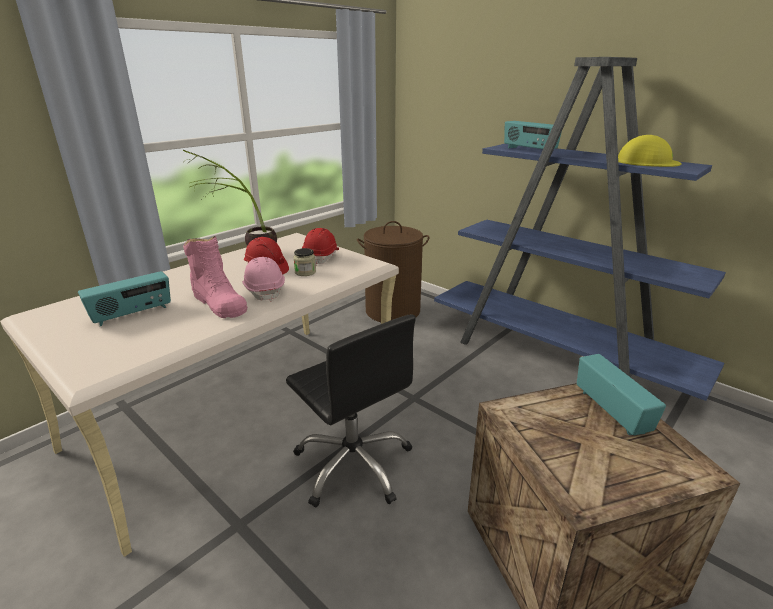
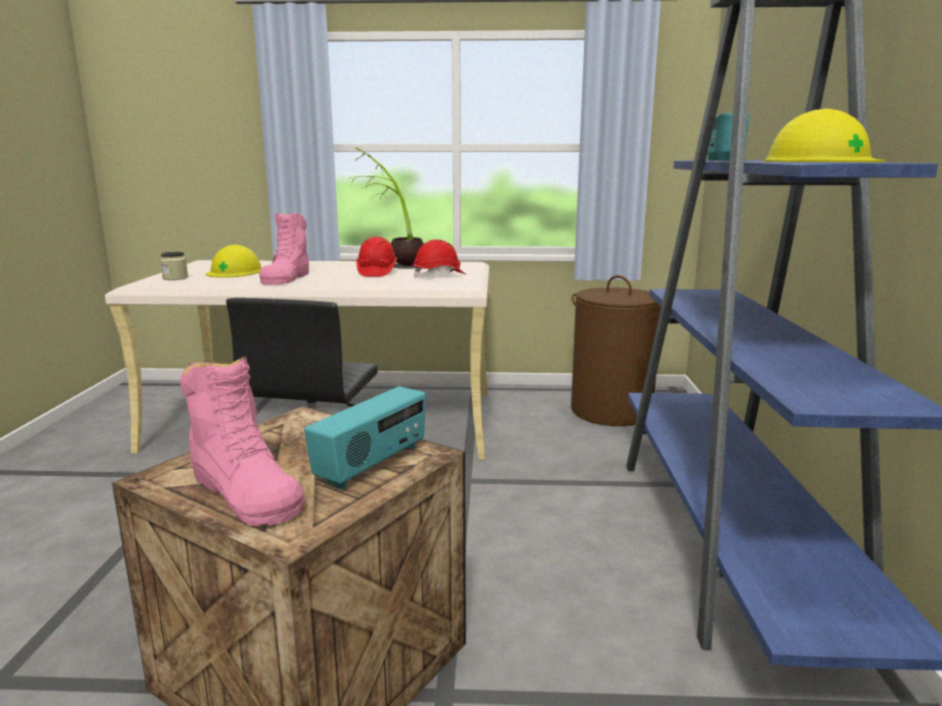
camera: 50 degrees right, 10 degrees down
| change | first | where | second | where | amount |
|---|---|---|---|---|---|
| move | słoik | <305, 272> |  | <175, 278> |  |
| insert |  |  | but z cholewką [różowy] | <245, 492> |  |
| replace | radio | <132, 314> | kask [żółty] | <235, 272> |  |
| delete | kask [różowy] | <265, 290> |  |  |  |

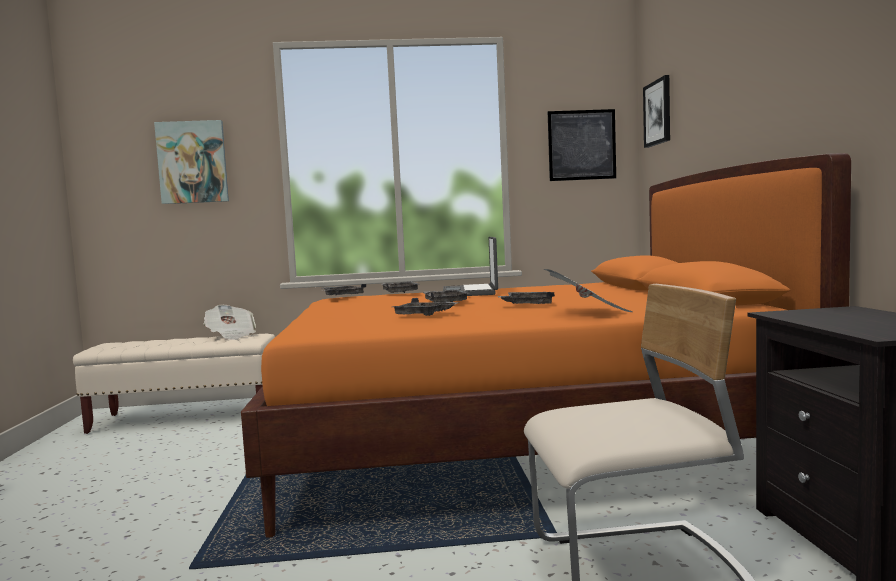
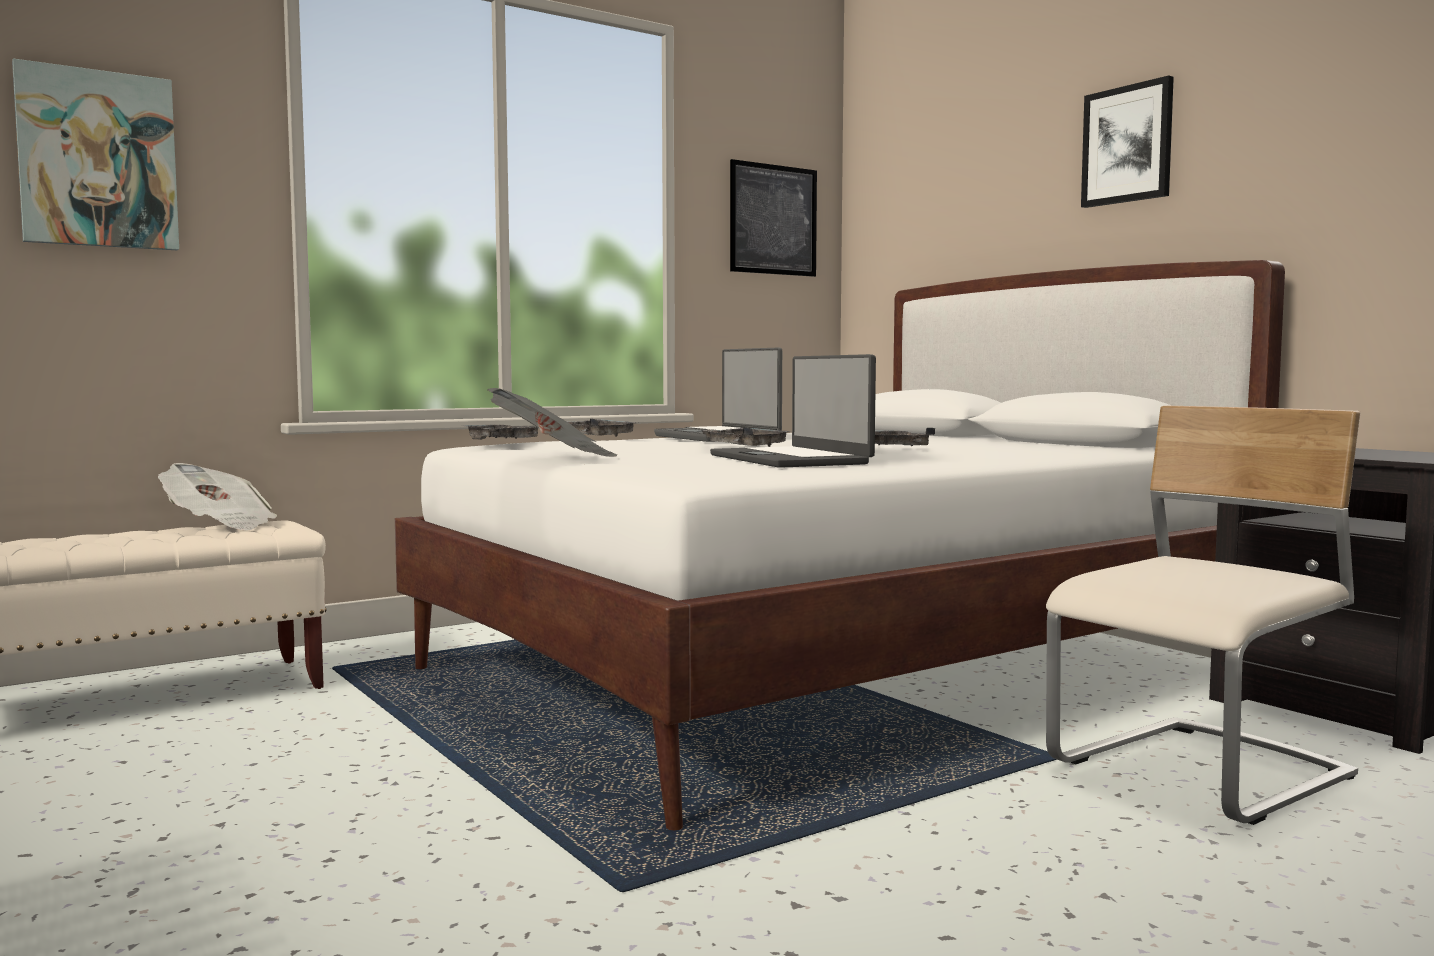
camera: 30 degrees left, 0 degrees up
| change | first | where | second | where | amount |
|---|---|---|---|---|---|
| recolor | łóżko [pomarańczowy] | <518, 445> | łóżko [biały] | <830, 671> |  |
| move | gazeta | <588, 313> |  | <553, 458> |  |
| replace | taca [szary] | <424, 315> | laptop | <790, 459> |  |
| move | obraz | <658, 113> |  | <1127, 144> |  |

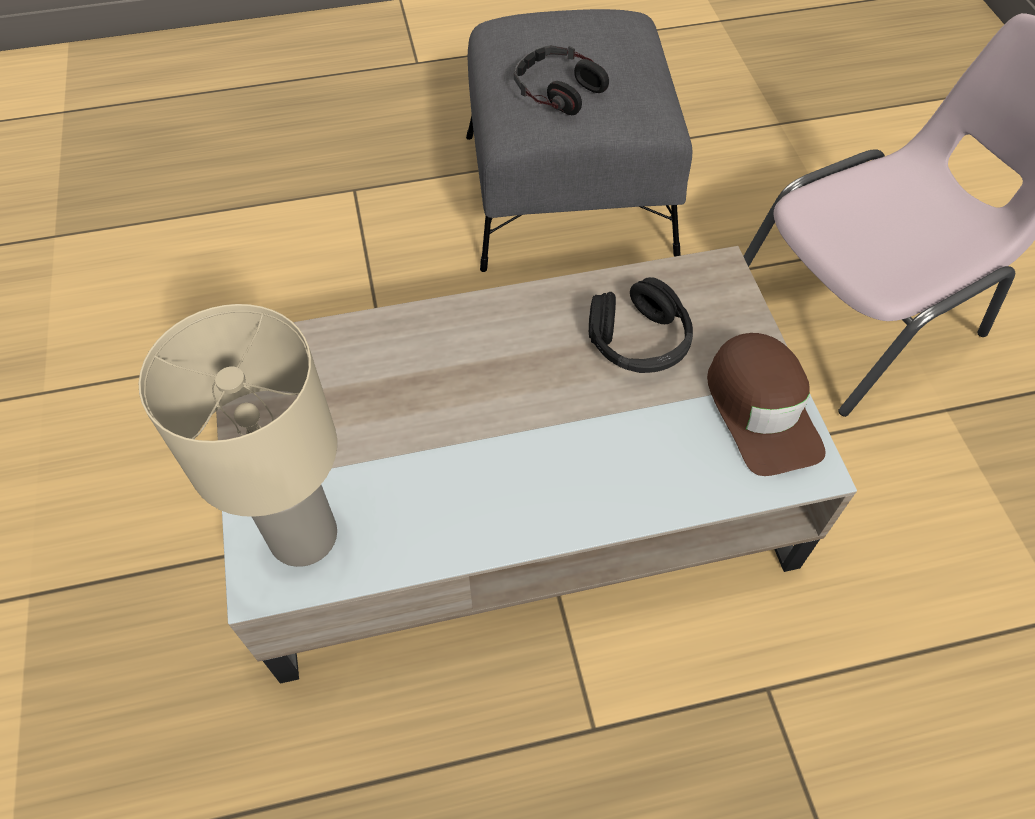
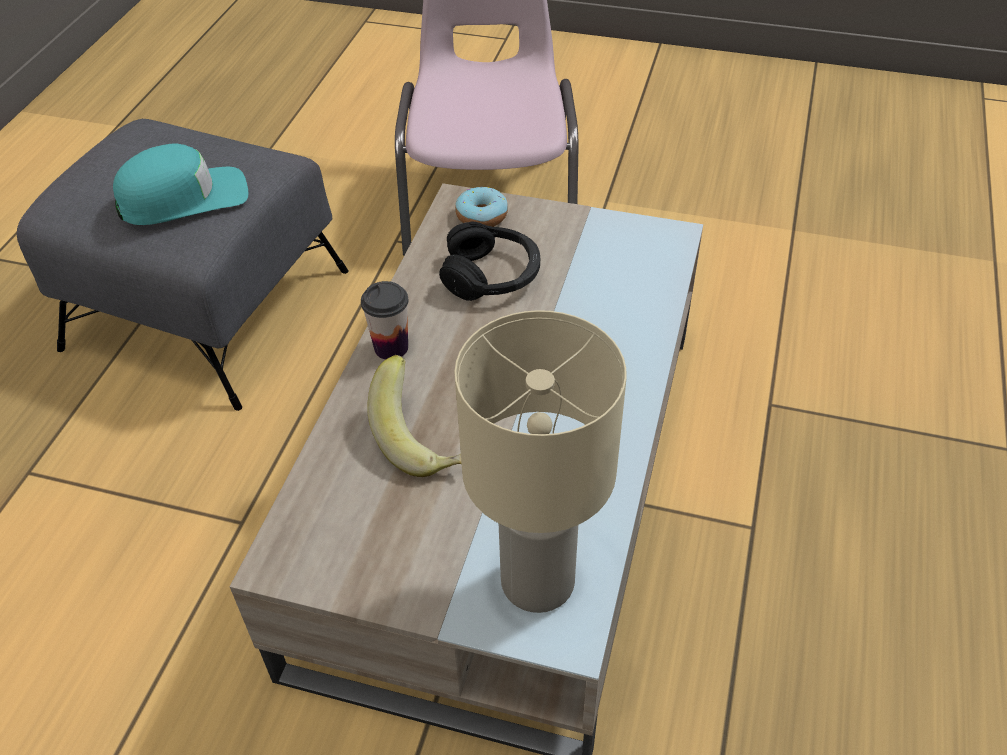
camera: 60 degrees left, 10 degrees down
| change | first | where | second | where | amount |
|---|---|---|---|---|---|
| replace | słuchawki | <558, 90> | czapka z daszkiem [turkusowy] | <183, 198> |  |
| insert |  |  | filiżanka | <391, 347> |  |
| insert |  |  | banan | <422, 439> |  |
| insert |  |  | donut | <482, 216> |  |
| delete | czapka z daszkiem [brązowy] | <761, 410> |  |  |  |

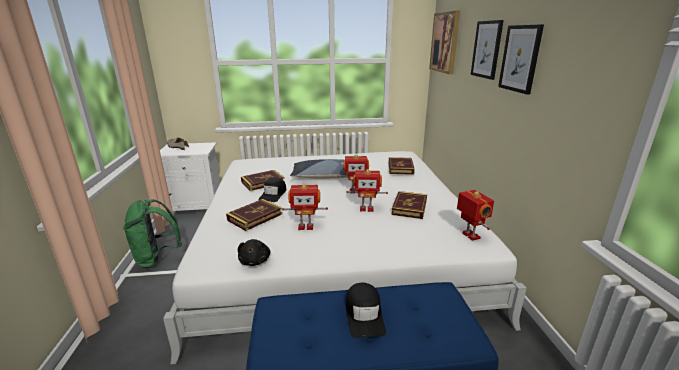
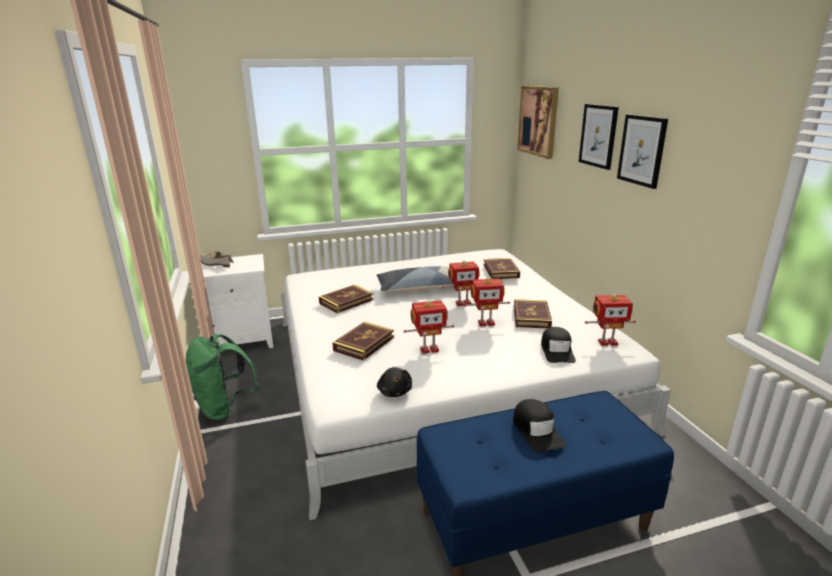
camera: 10 degrees left, 0 degrees up
| change | first | where | second | where | amount |
|---|---|---|---|---|---|
| move | czapka z daszkiem [czarny] | <273, 194> |  | <557, 351> |  |
| rotate | robot zabawkowy | <470, 236> |  | <607, 342> | 120 degrees clockwise |

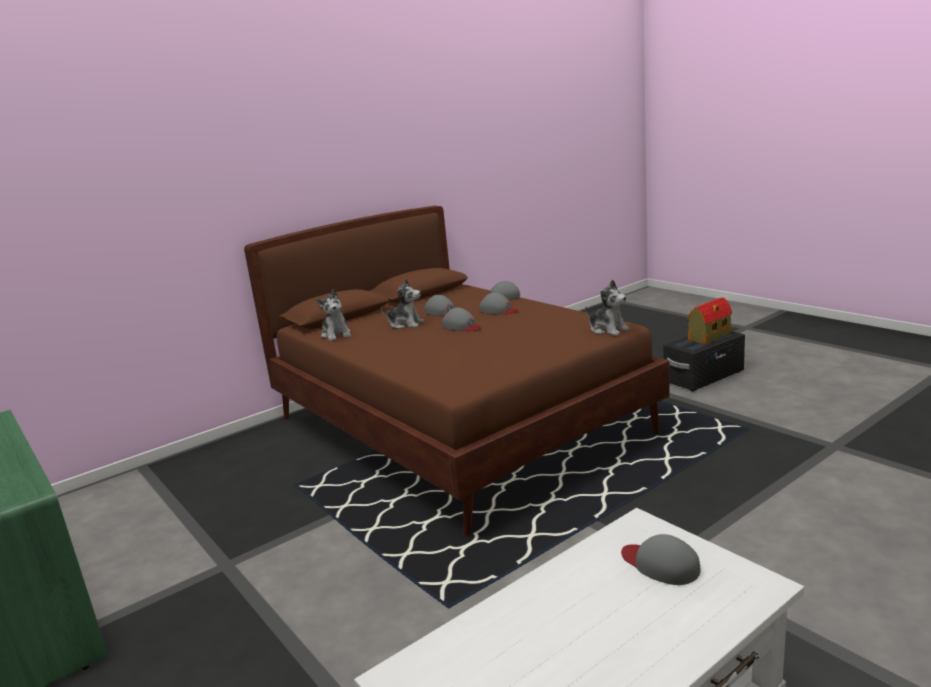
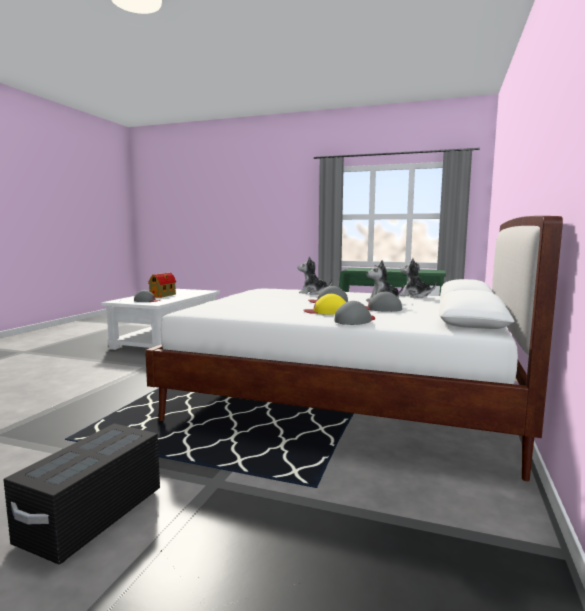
camera: 145 degrees right, 10 degrees down
| change | first | where | second | where | amount |
|---|---|---|---|---|---|
| recolor | łóżko [brązowy] | <458, 425> | łóżko [biały] | <345, 400> |  |
| move | domek | <708, 337> |  | <163, 295> |  |
| move | pluszak | <608, 330> |  | <313, 293> |  |
| recolor | czapka z daszkiem [szary] | <498, 310> | czapka z daszkiem [żółty] | <326, 312> |  |

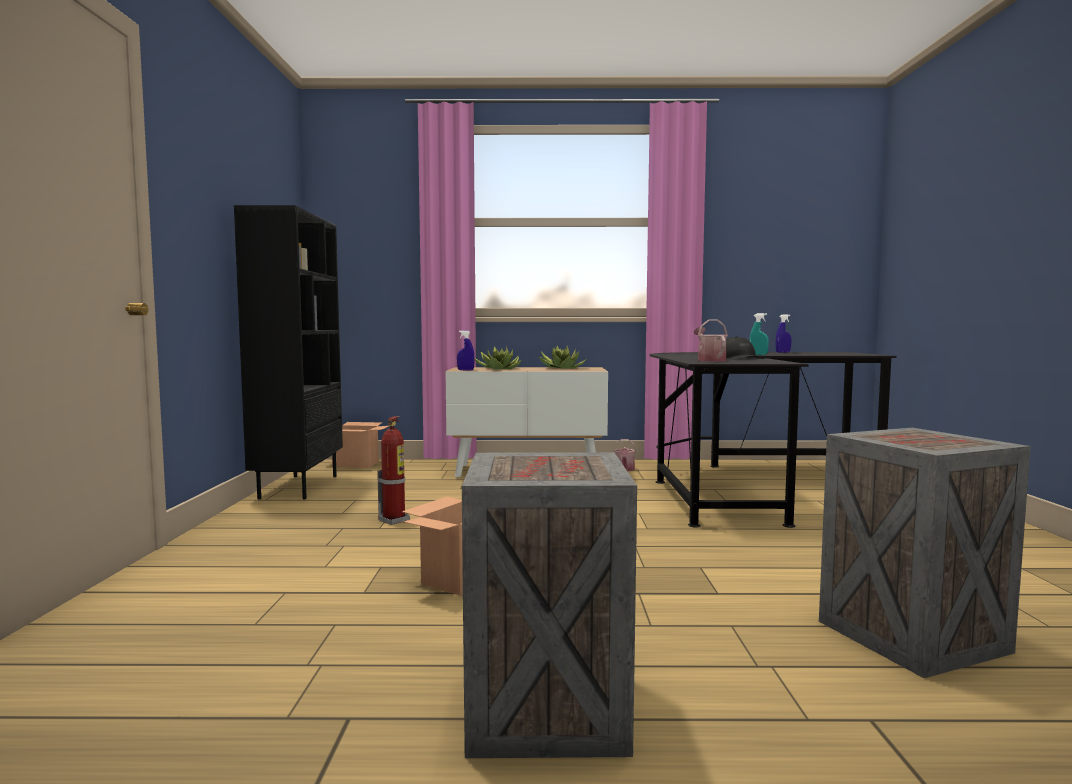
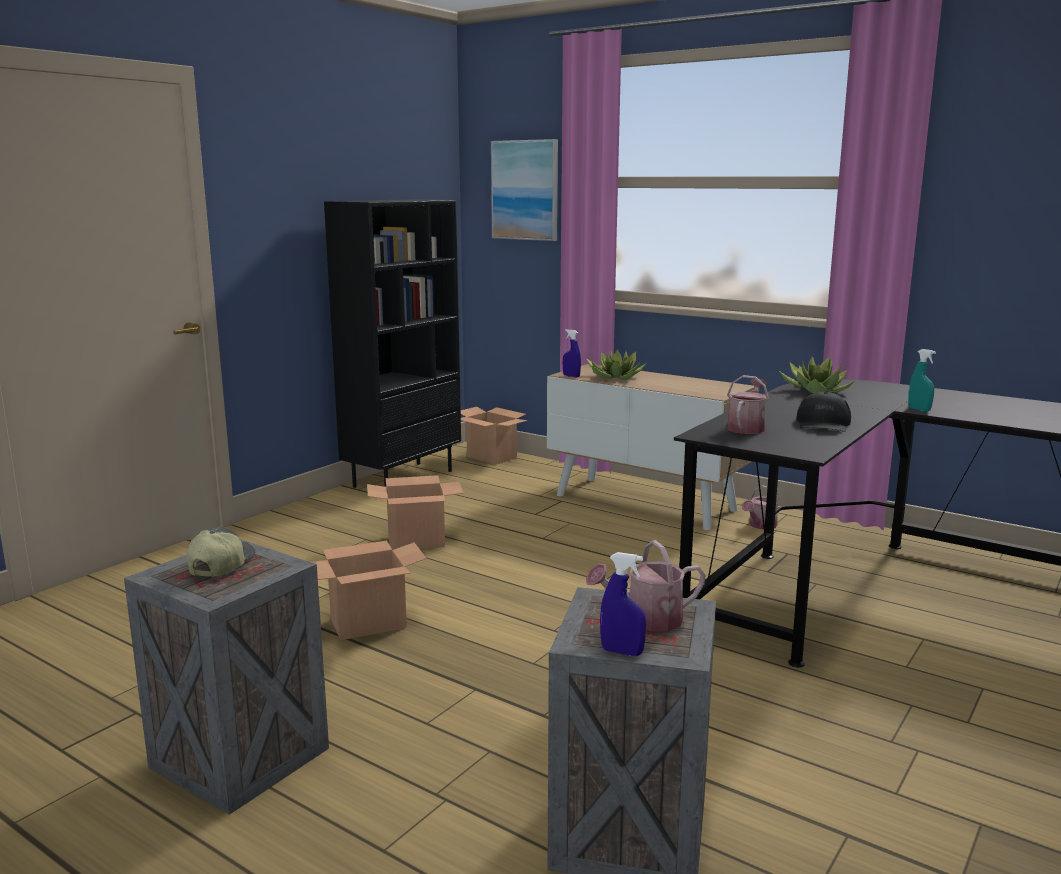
camera: 35 degrees right, 10 degrees up
| change | first | where | second | where | amount |
|---|---|---|---|---|---|
| insert |  |  | czapka z daszkiem | <221, 565> |  |
| replace | gaśnica | <394, 520> | karton | <417, 541> |  |
| insert |  |  | obraz | <525, 190> |  |
| insert |  |  | konewka | <646, 620> |  |
| move | spryskiwacz [niebieski] | <783, 352> |  | <622, 652> |  |
| move | roślina doniczkowa | <561, 368> |  | <816, 390> |  |

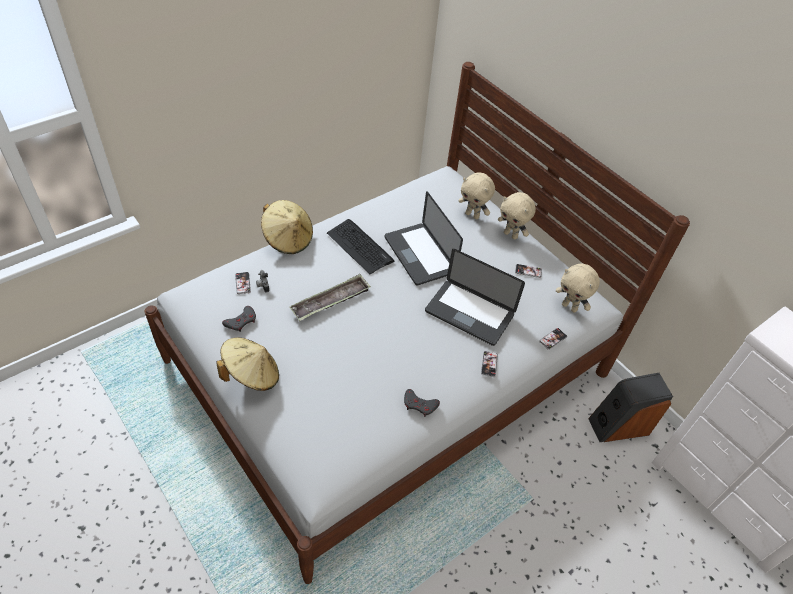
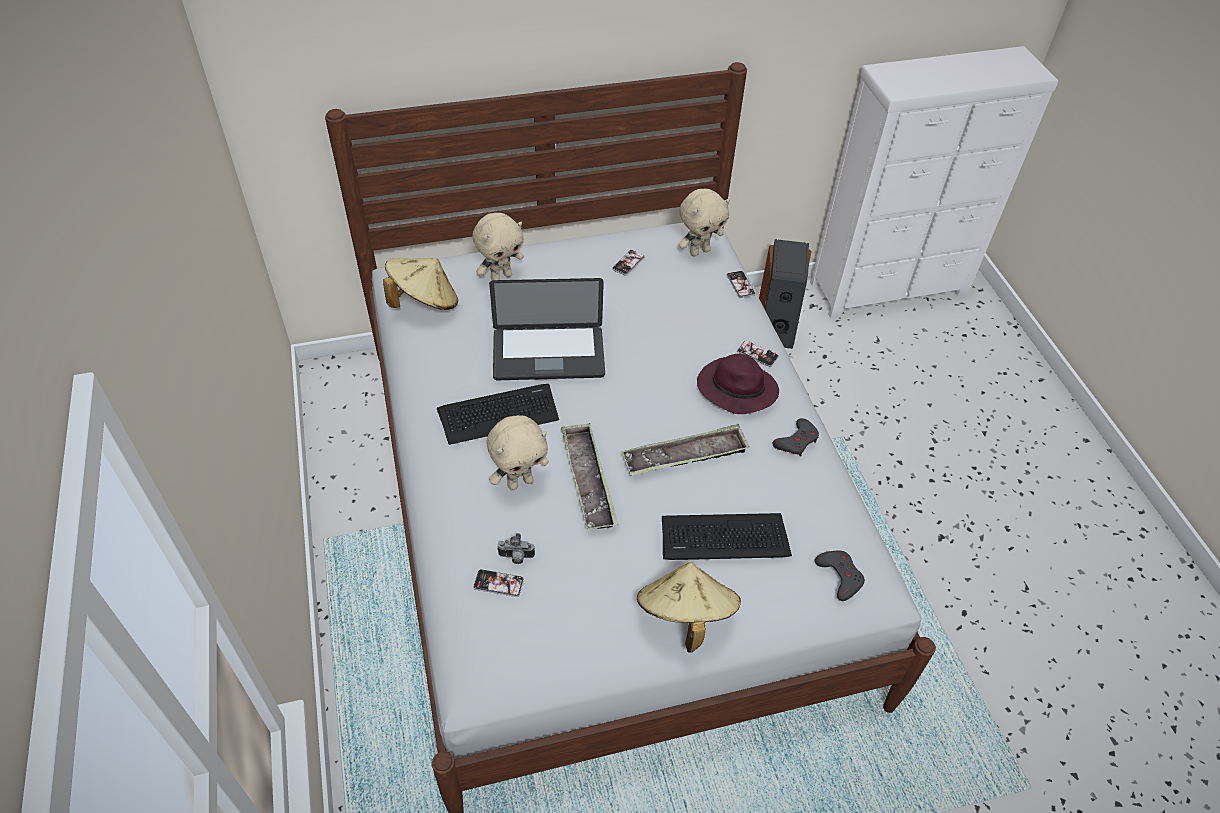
camera: 65 degrees left, 0 degrees up
| change | first | where | second | where | amount |
|---|---|---|---|---|---|
| move | kapelusz [beżowy] | <288, 239> |  | <424, 302> |  |
| move | pluszak [beżowy] | <511, 235> |  | <520, 482> |  |
| insert |  |  | taca | <685, 456> |  |
| insert |  |  | klawiatura | <724, 538> |  |
| insert |  |  | kapelusz [fioletowy] | <735, 389> |  |
| move | pad do gier [szary] | <241, 321> |  | <839, 576> |  |
| delete | laptop | <469, 313> |  |  |  |

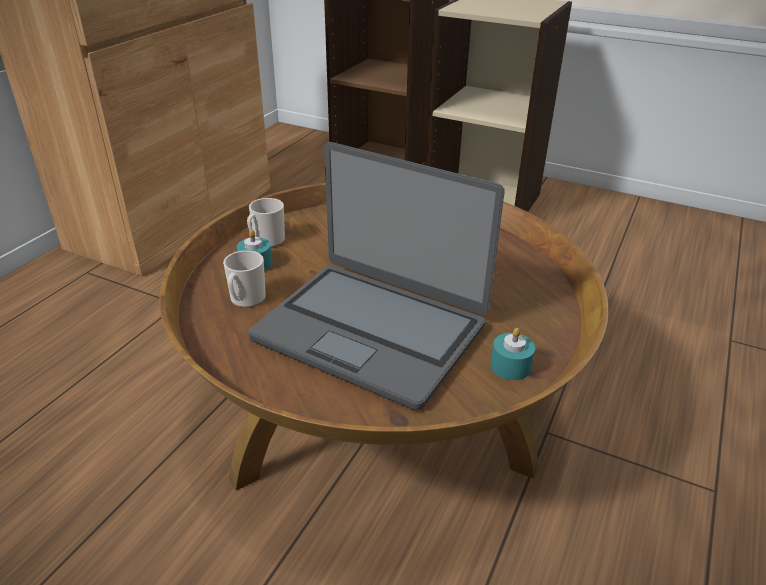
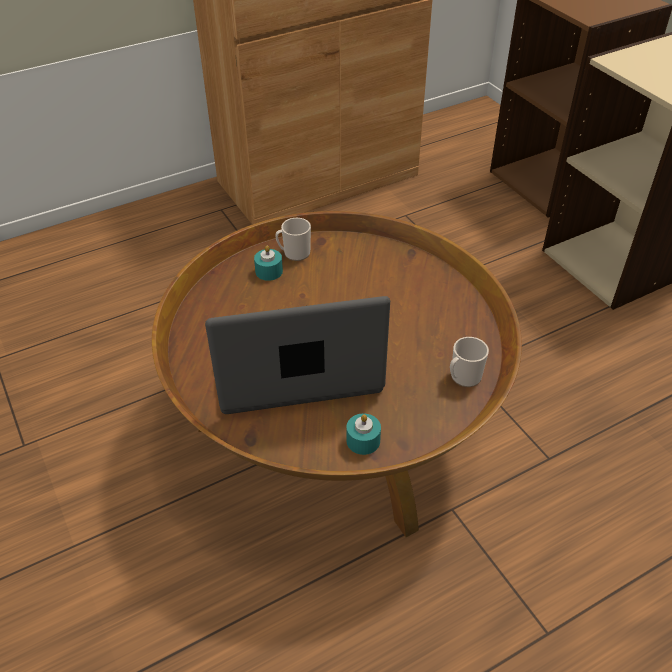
camera: 35 degrees right, 10 degrees up
| change | first | where | second | where | amount |
|---|---|---|---|---|---|
| rotate | laptop | <371, 331> |  | <296, 364> | 105 degrees clockwise |
| move | kubek | <246, 300> |  | <463, 377> |  |

